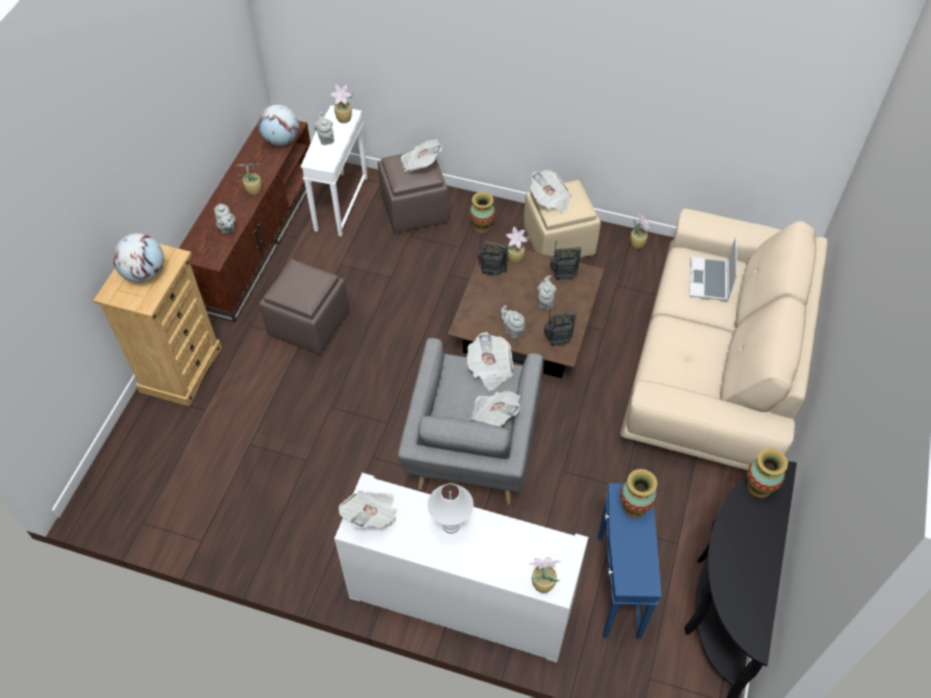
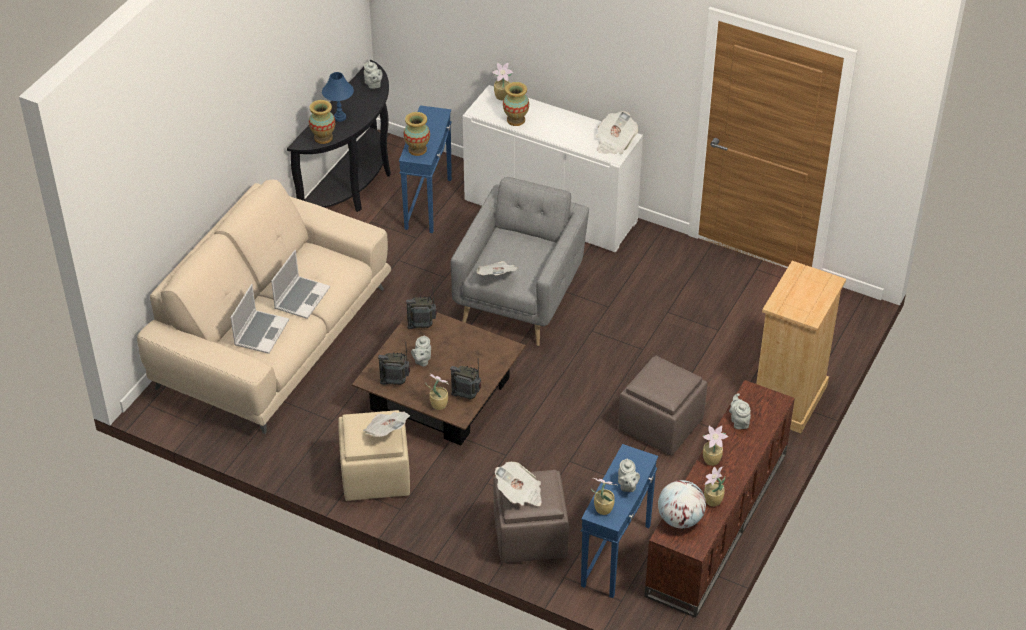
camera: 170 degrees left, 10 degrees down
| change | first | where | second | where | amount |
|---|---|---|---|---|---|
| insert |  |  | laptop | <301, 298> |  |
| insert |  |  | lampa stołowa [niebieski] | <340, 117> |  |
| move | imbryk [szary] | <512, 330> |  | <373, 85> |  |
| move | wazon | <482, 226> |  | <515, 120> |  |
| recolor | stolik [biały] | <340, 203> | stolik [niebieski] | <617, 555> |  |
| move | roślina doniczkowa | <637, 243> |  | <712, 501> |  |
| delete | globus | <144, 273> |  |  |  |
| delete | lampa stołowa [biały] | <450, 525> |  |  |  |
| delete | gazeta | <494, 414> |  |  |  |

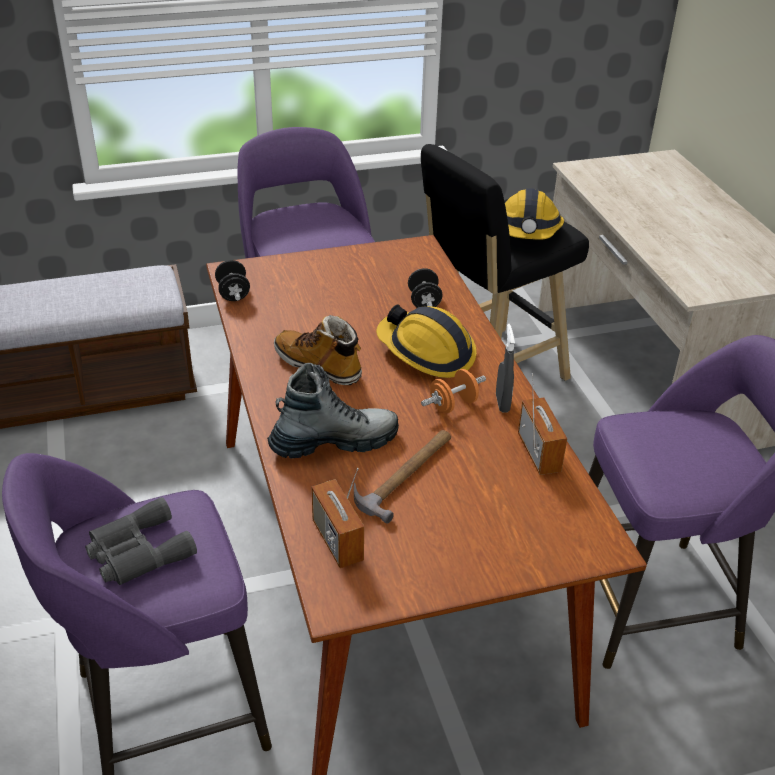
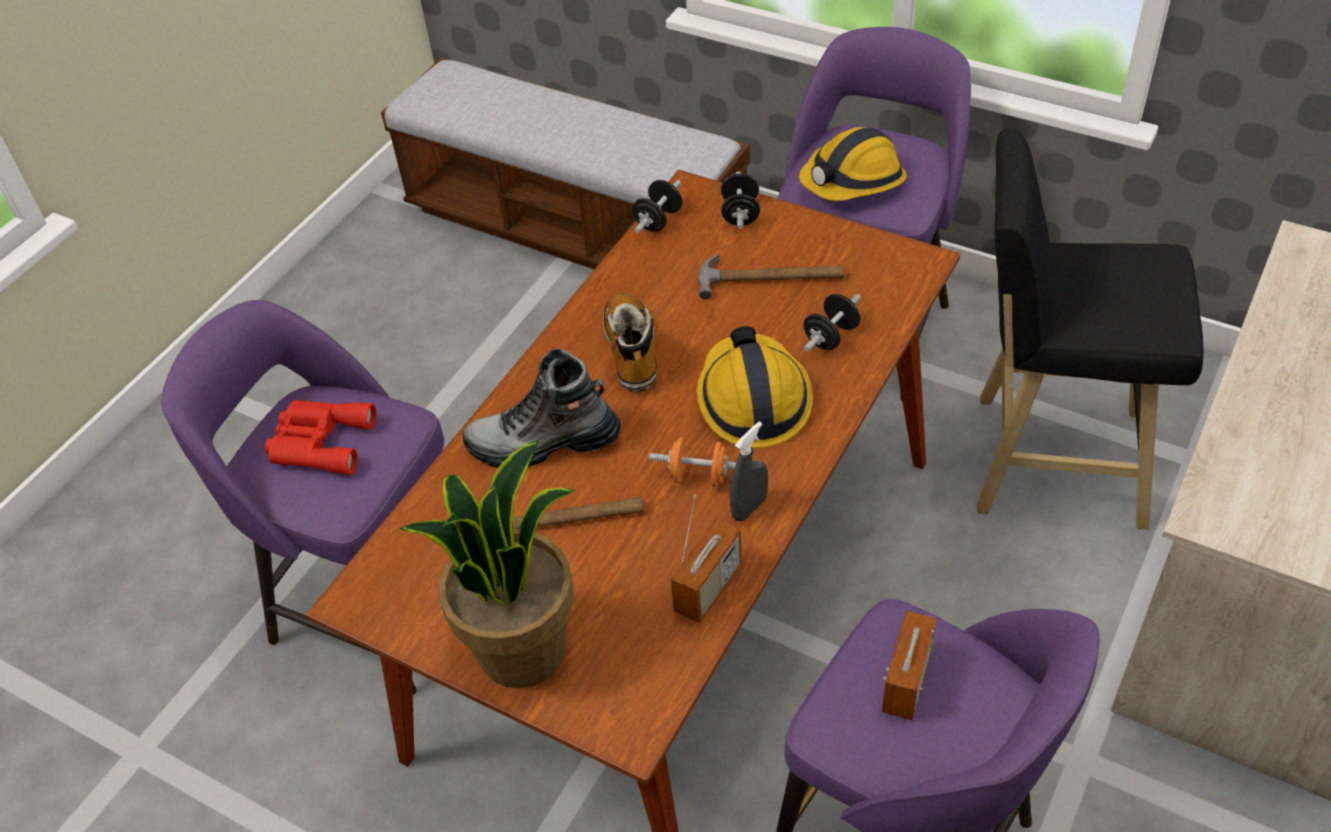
camera: 50 degrees right, 10 degrees up
| change | first | where | second | where | amount |
|---|---|---|---|---|---|
| recolor | lornetka [szary] | <137, 552> | lornetka [czerwony] | <319, 442> |  |
| insert |  |  | roślina doniczkowa | <522, 648> |  |
| rotate | but z cholewką | <334, 442> |  | <543, 444> | 150 degrees clockwise |
| insert |  |  | młotek | <771, 278> |  |
| insert |  |  | hantel [czarny] | <740, 214> |  |
| move | kask | <527, 230> |  | <853, 181> |  |
| move | radio | <337, 541> |  | <906, 681> |  |

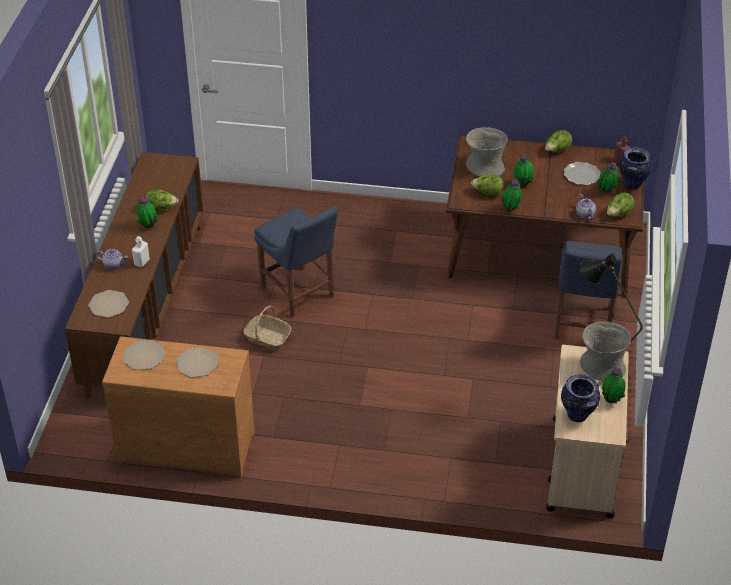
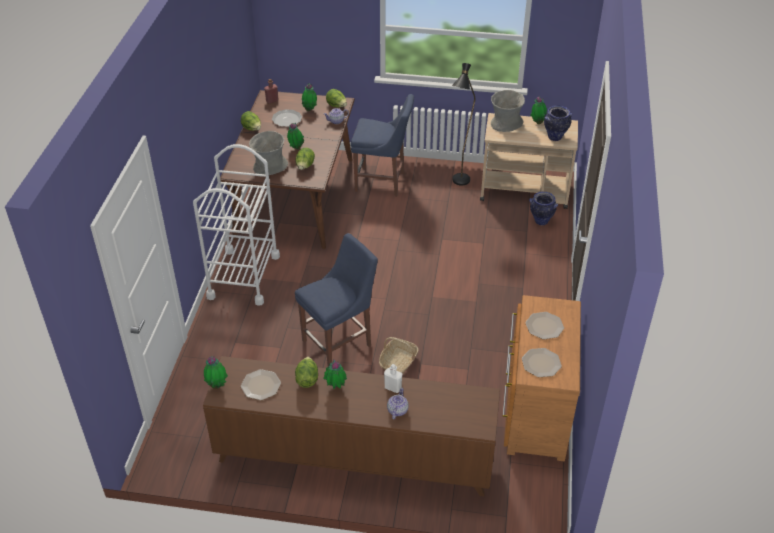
camera: 90 degrees left, 0 degrees up
| change | first | where | second | where | amount |
|---|---|---|---|---|---|
| insert |  |  | wózek [biały] | <243, 276> |  |
| move | roślina doniczkowa | <511, 210> |  | <217, 385> |  |
| move | talerz | <108, 305> |  | <261, 385> |  |
| move | wazon | <632, 184> |  | <541, 221> |  |

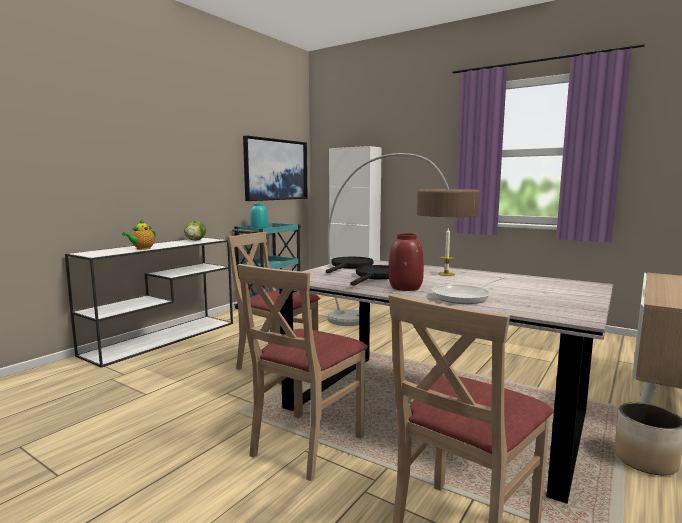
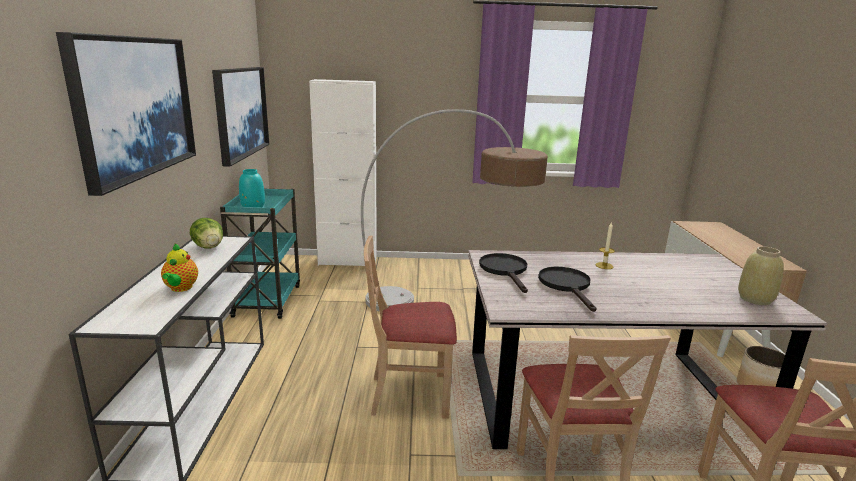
camera: 35 degrees left, 10 degrees up
| change | first | where | second | where | amount |
|---|---|---|---|---|---|
| insert |  |  | obraz | <135, 107> |  |
| insert |  |  | wazon [beżowy] | <755, 299> |  |
| delete | wazon [czerwony] | <405, 288> |  |  |  |
| delete | patelnia | <465, 297> |  |  |  |

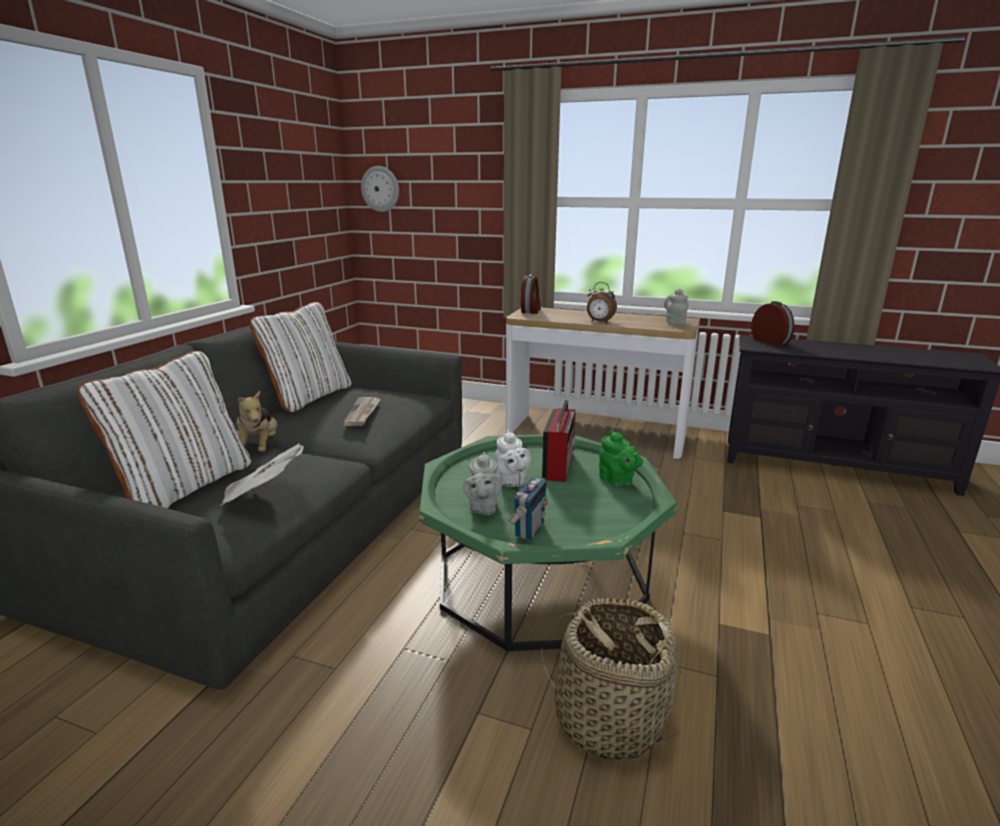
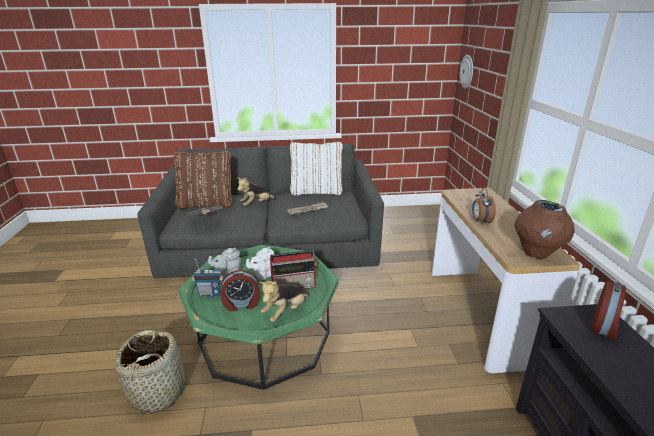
camera: 65 degrees right, 5 degrees up
| change | first | where | second | where | amount |
|---|---|---|---|---|---|
| recolor | poduszka [biały] | <185, 486> | poduszka [brązowy] | <206, 204> |  |
| move | budzik | <531, 311> |  | <241, 304> |  |
| replace | imbryk [zielony] | <617, 481> | pluszak | <285, 312> |  |
| replace | imbryk [szary] | <675, 322> | wazon [brązowy] | <537, 253> |  |

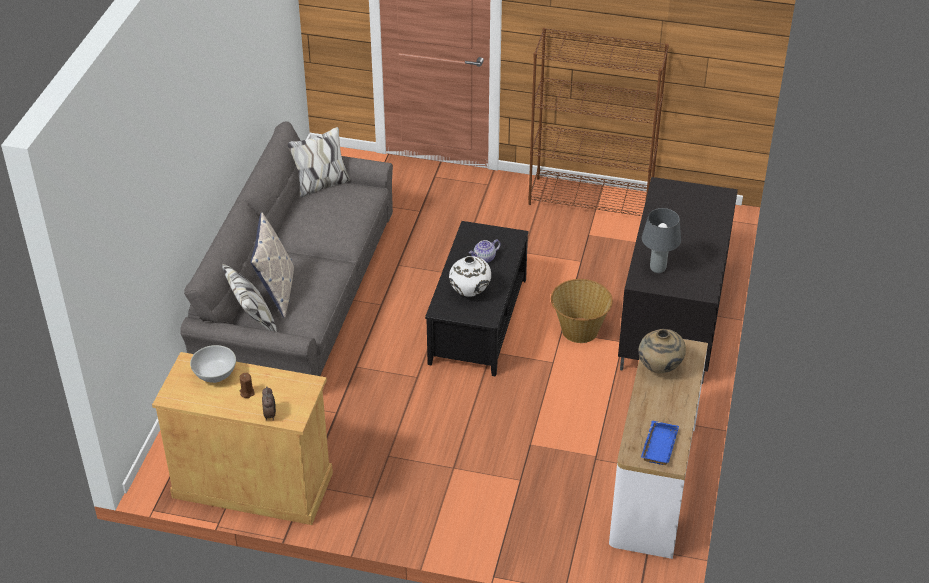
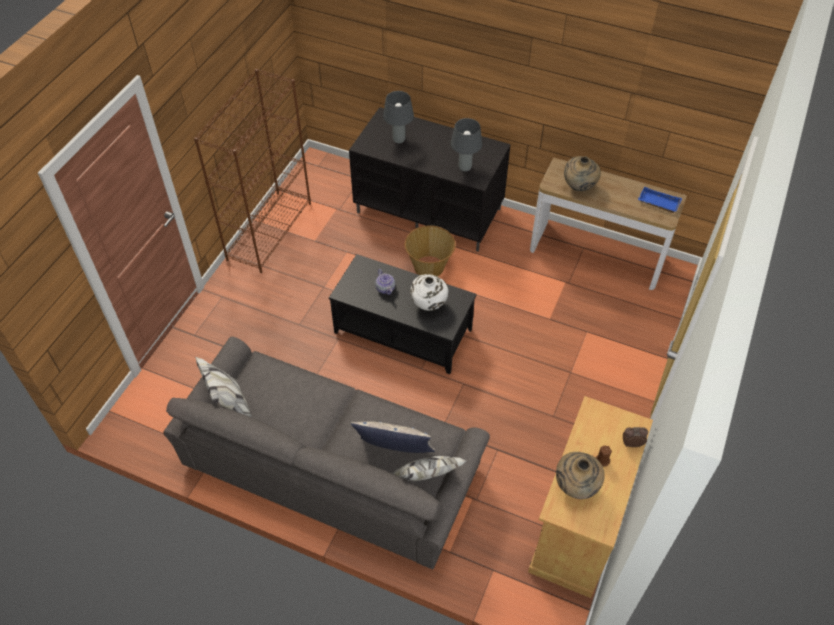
camera: 80 degrees left, 10 degrees up
| change | first | where | second | where | amount |
|---|---|---|---|---|---|
| insert |  |  | lampa stołowa [szary] | <399, 140> |  |
| replace | miska [biały] | <215, 375> | wazon [beżowy] | <576, 487> |  |

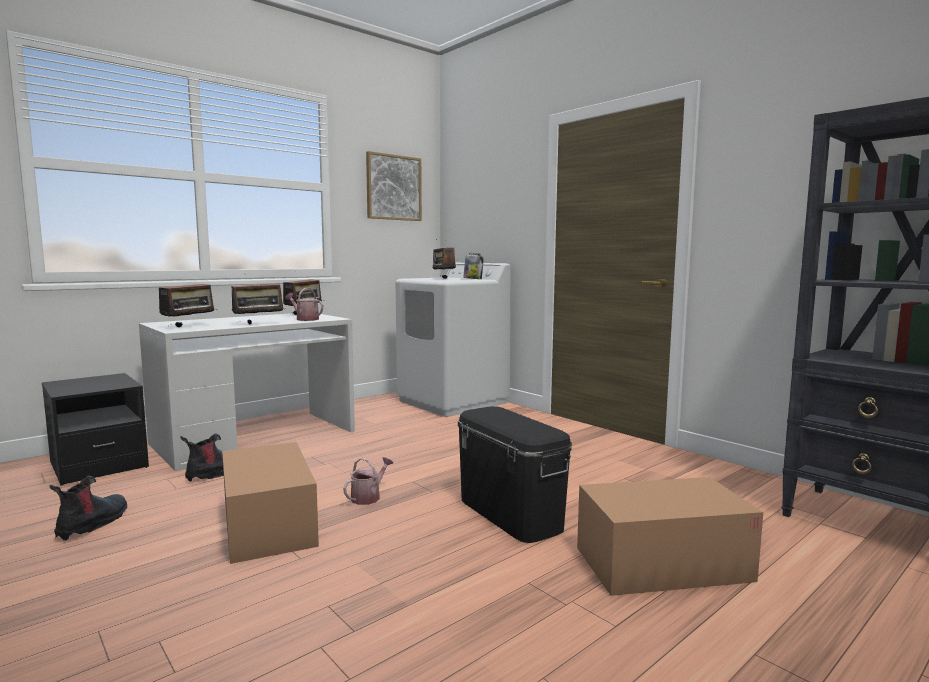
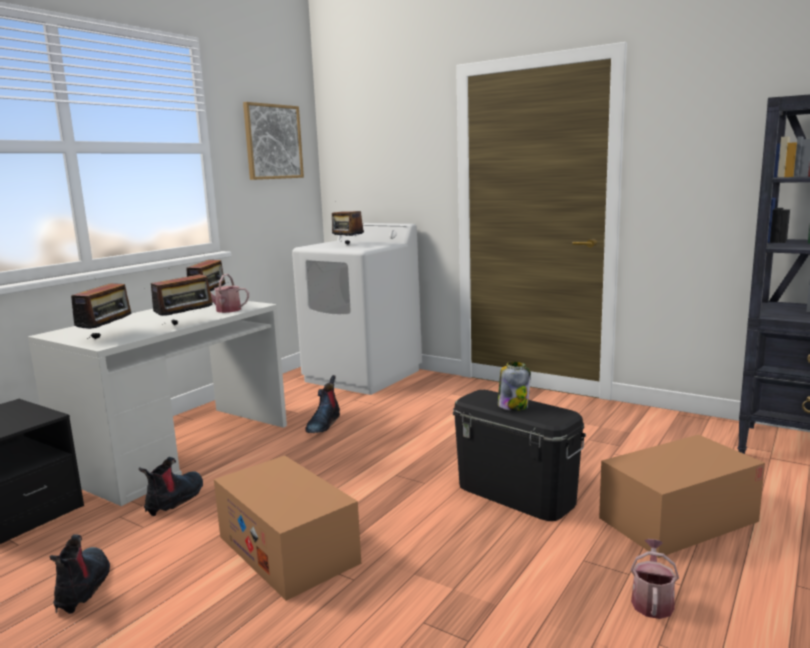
camera: 15 degrees left, 5 degrees up
| change | first | where | second | where | amount |
|---|---|---|---|---|---|
| insert |  |  | but z cholewką | <323, 424> |  |
| move | słoik | <473, 279> |  | <513, 406> |  |
| move | konewka | <368, 497> |  | <652, 600> |  |

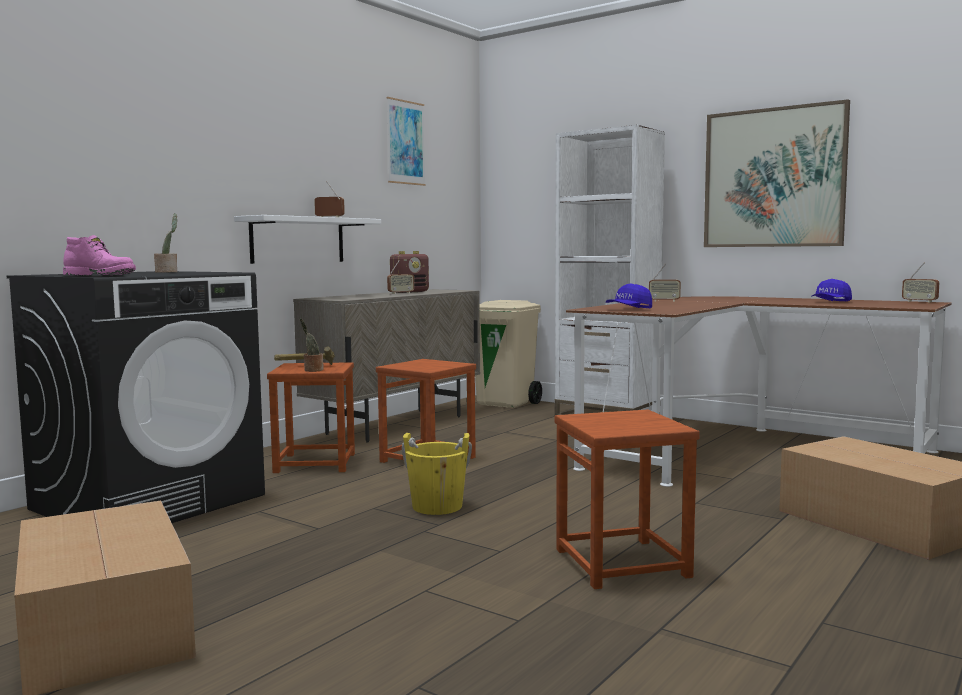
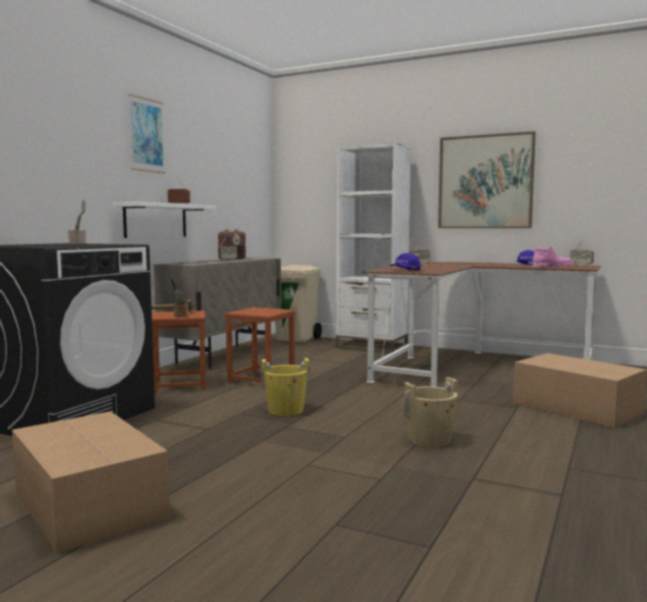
camera: 10 degrees left, 0 degrees up
| change | first | where | second | where | amount |
|---|---|---|---|---|---|
| move | obraz | <405, 142> |  | <147, 135> |  |
| replace | stołek [brązowy] | <623, 563> | wiadro [beżowy] | <430, 440> |  |
| move | but z cholewką [różowy] | <101, 275> |  | <552, 267> |  |

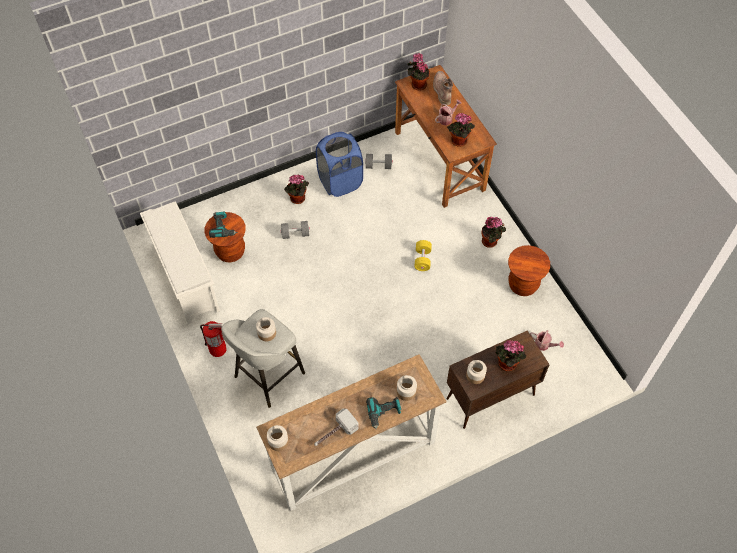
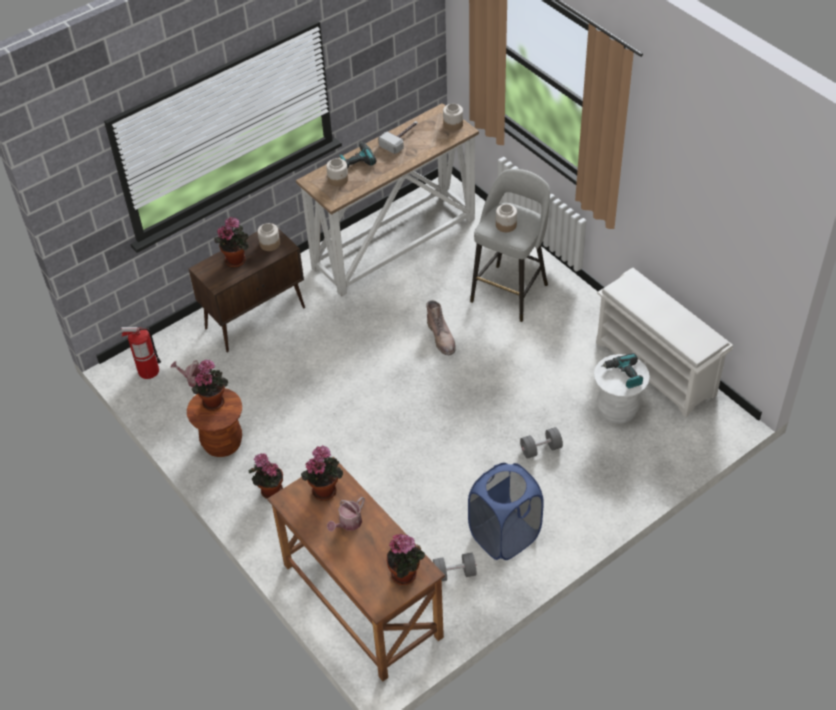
camera: 170 degrees right, 10 degrees down
| change | first | where | second | where | amount |
|---|---|---|---|---|---|
| move | gaśnica | <218, 349> |  | <148, 371> |  |
| move | roślina doniczkowa | <297, 199> |  | <213, 401> |  |
| move | but z cholewką [brązowy] | <441, 90> |  | <442, 337> |  |
| recolor | stołek [brązowy] | <230, 251> | stołek [biały] | <617, 410> |  |
| delete | hantel [żółty] | <422, 259> |  |  |  |

